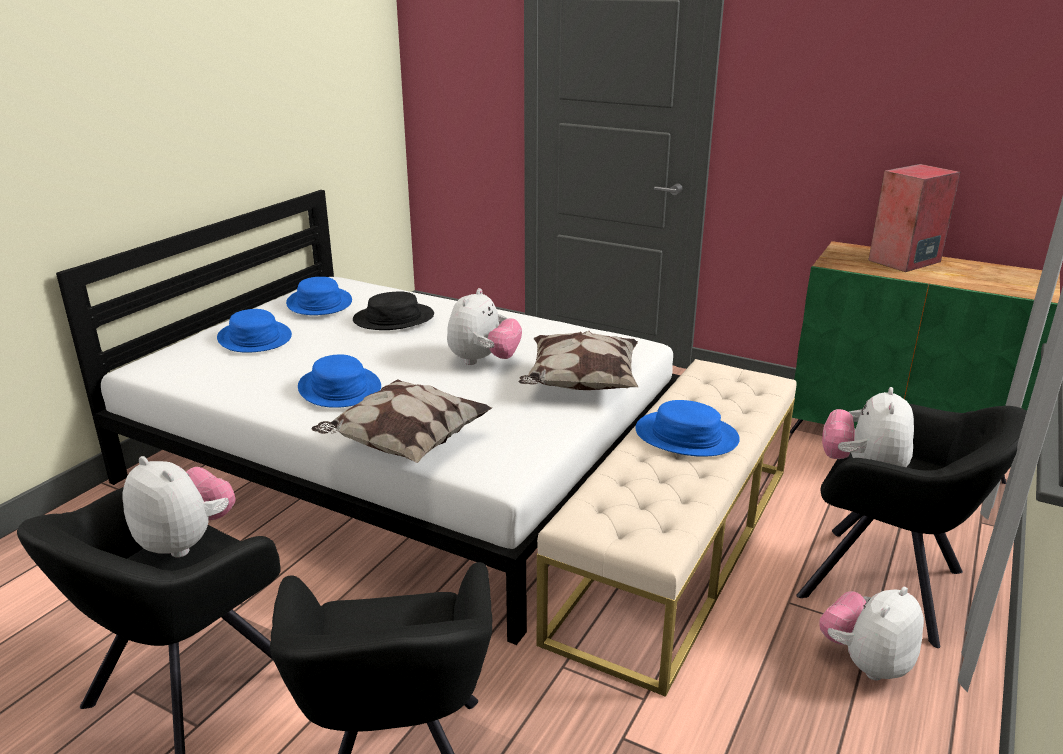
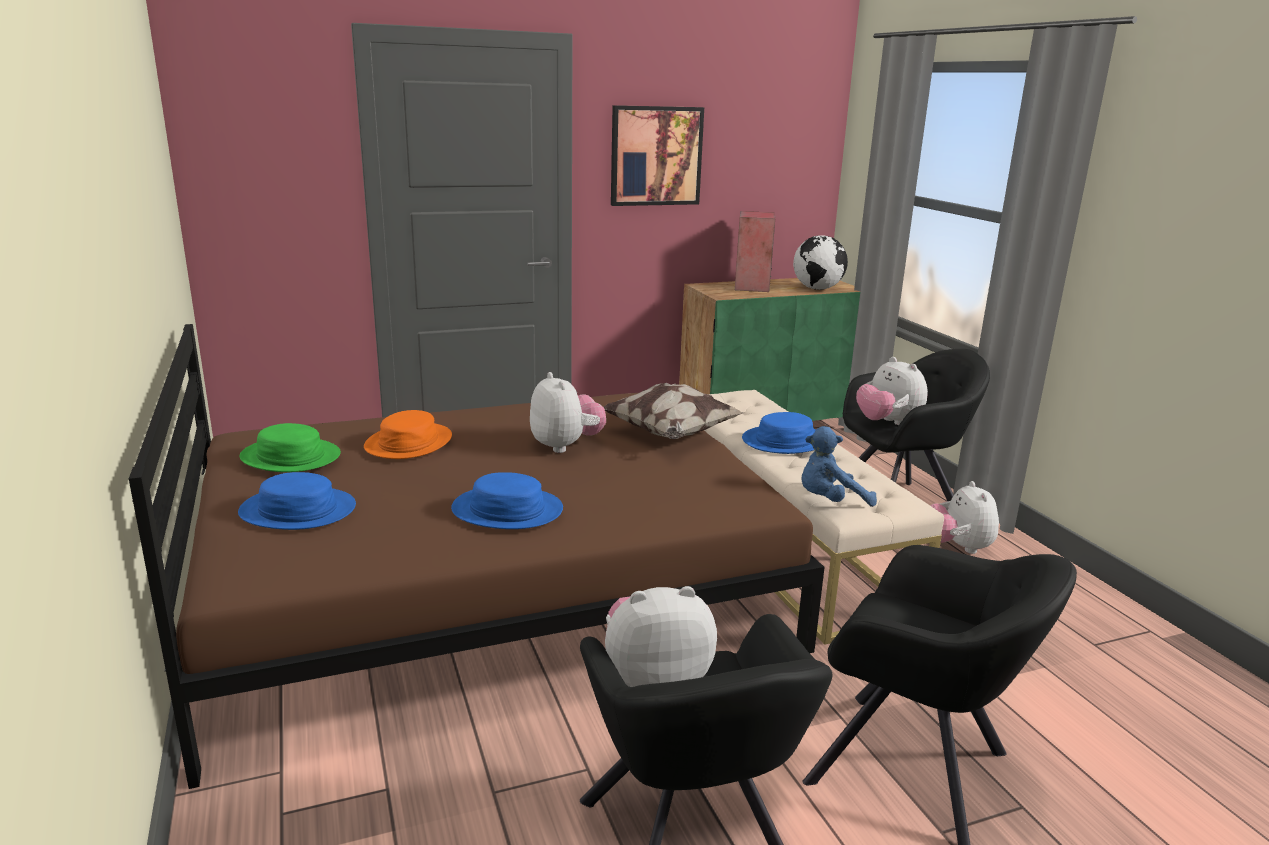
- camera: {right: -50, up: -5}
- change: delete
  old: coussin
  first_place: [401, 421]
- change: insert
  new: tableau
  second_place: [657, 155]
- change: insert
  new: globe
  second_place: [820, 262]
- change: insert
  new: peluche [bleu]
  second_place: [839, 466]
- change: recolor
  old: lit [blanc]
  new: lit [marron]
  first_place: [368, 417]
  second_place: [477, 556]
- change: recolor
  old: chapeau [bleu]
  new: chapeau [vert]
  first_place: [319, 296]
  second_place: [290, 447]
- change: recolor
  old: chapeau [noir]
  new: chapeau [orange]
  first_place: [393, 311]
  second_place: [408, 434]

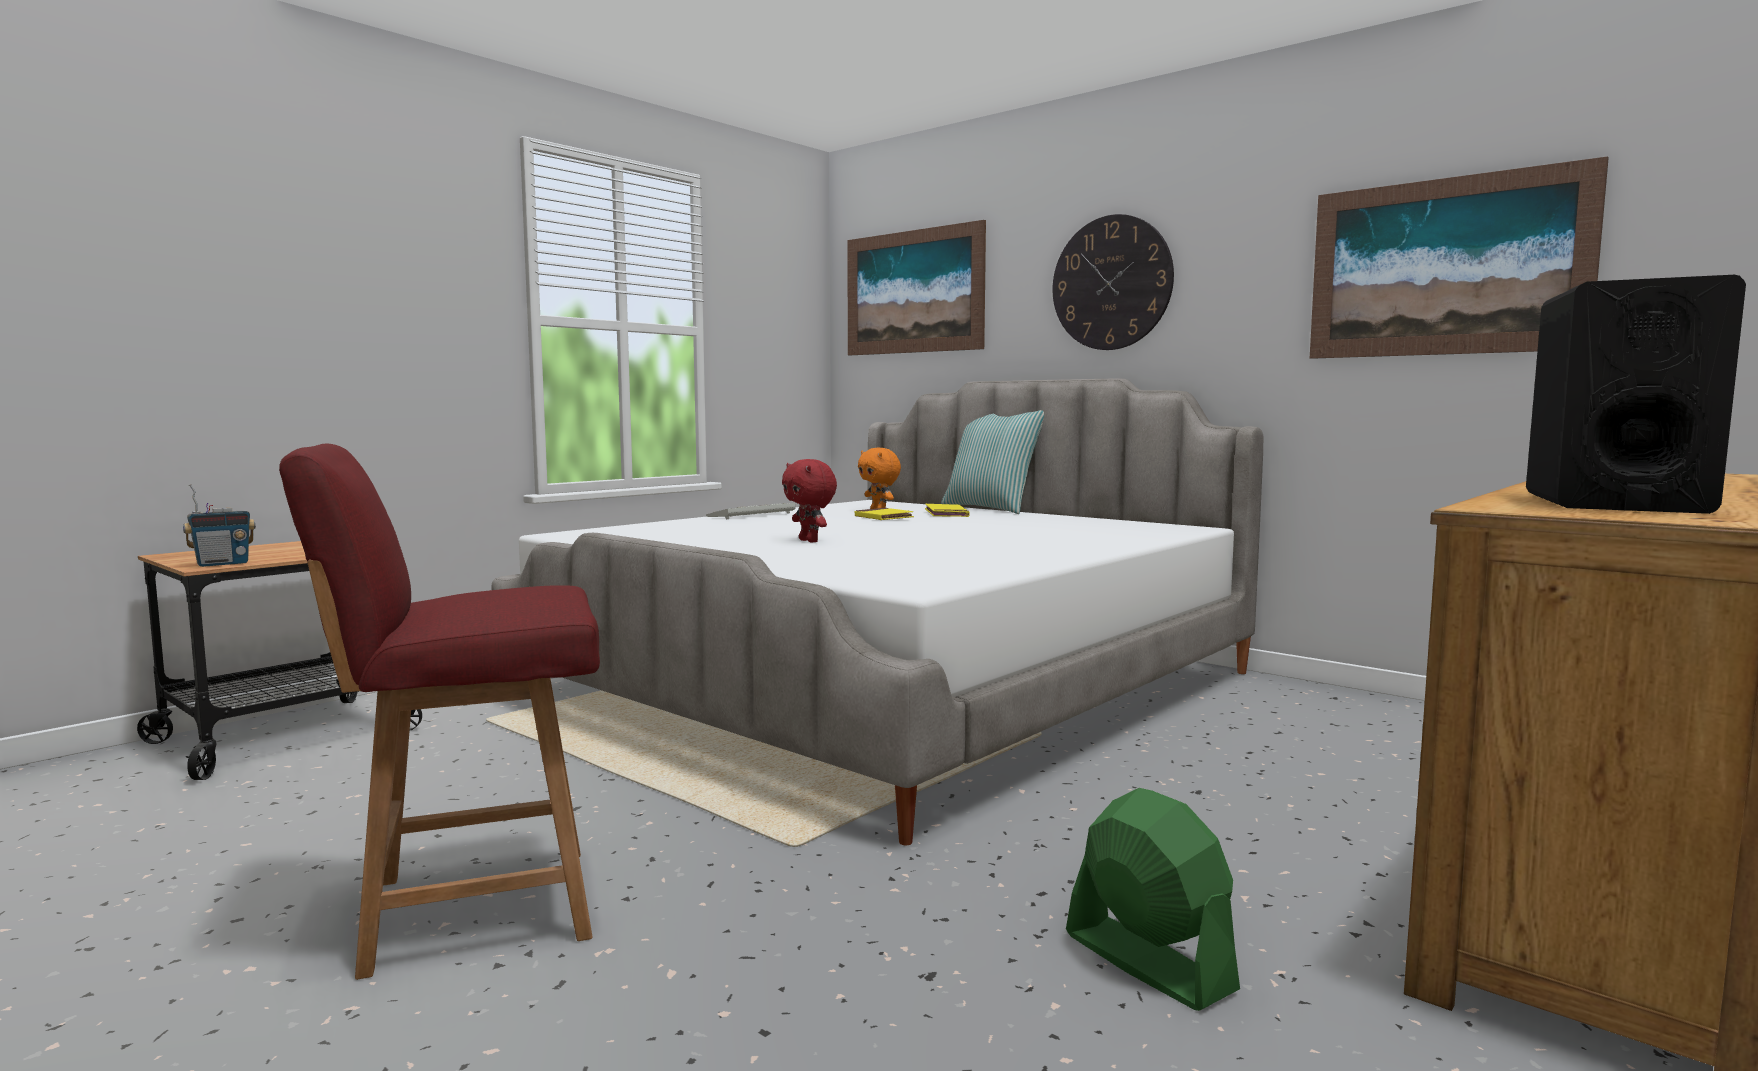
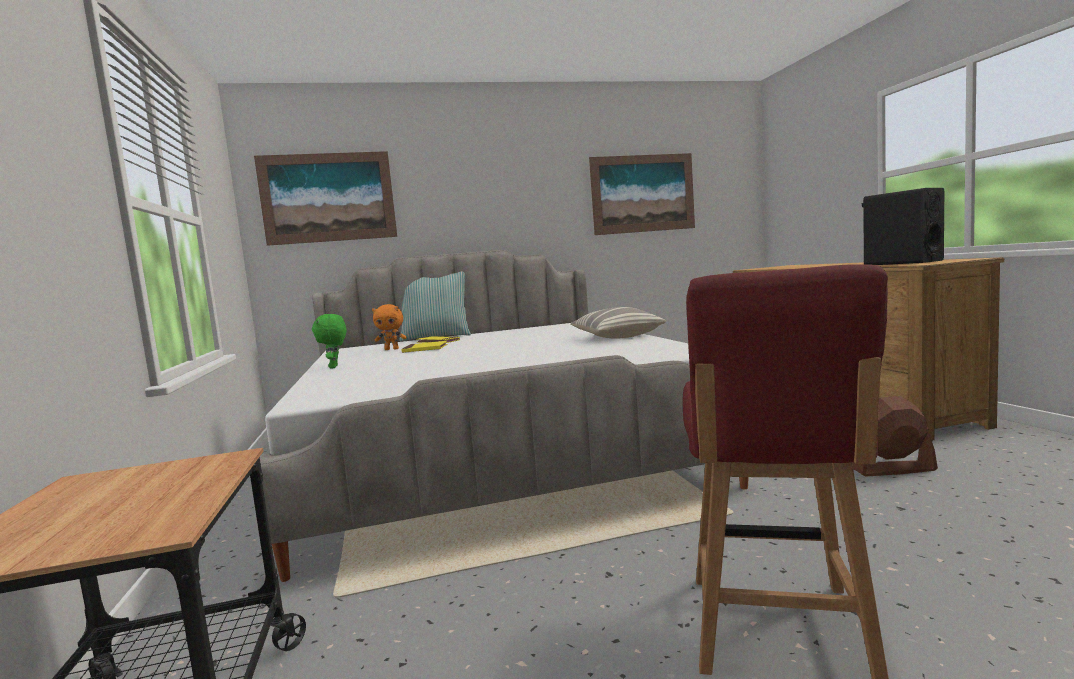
- camera: {right: -55, up: 0}
- change: delete
  old: radio
  first_place: [219, 525]
- change: delete
  old: peluche [rouge]
  first_place: [809, 500]
- change: delete
  old: horloge murale
  first_place: [1113, 282]
- change: insert
  new: coussin
  second_place: [618, 322]
- change: replace
  old: clavier
  new: peluche [vert]
  first_place: [751, 511]
  second_place: [329, 341]
- change: recolor
  old: ventilateur [vert]
  new: ventilateur [marron]
  first_place: [1153, 899]
  second_place: [895, 436]

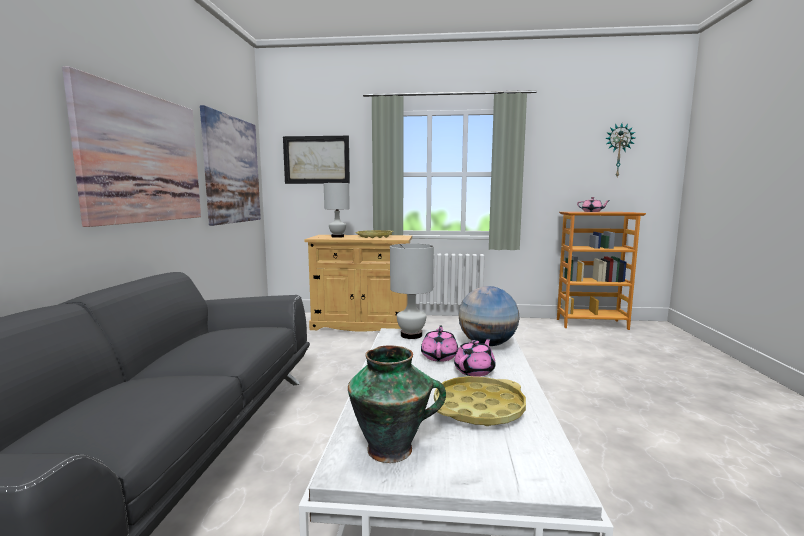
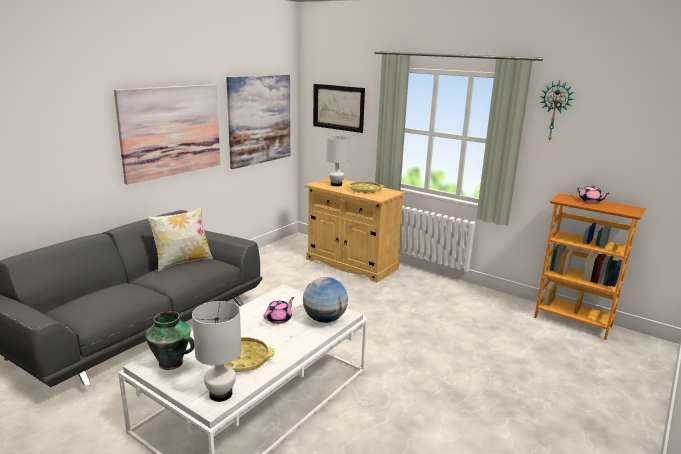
- camera: {right: 30, up: 10}
- change: delete
  old: théière [rose]
  first_place: [475, 357]
- change: insert
  new: coussin
  second_place: [180, 239]
- change: move
  old: lampe de table [blanc]
  first_place: [412, 291]
  second_place: [216, 351]
- change: move
  old: horloge murale
  first_place: [620, 150]
  second_place: [556, 111]

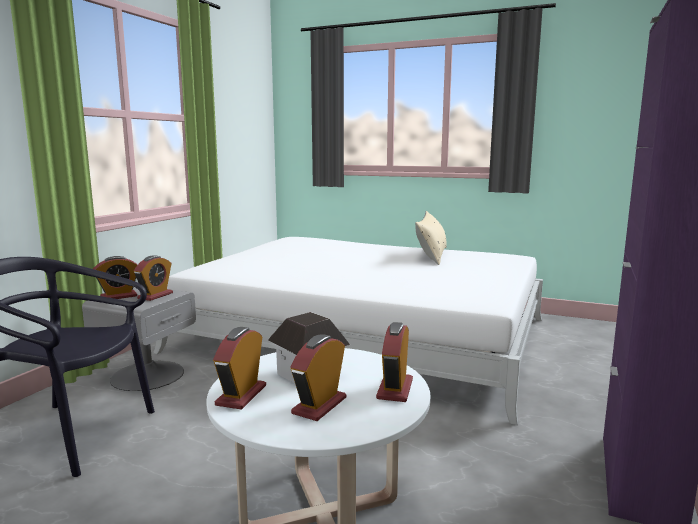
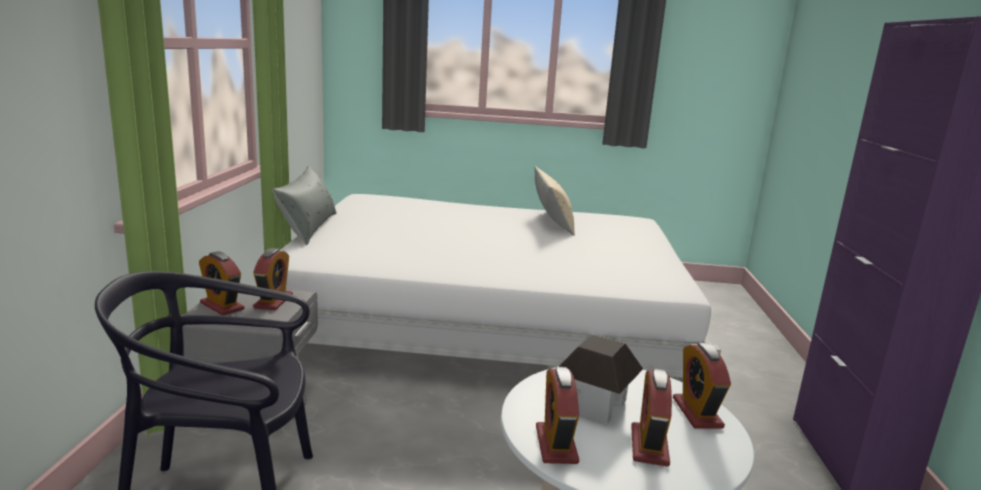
- camera: {right: -20, up: 5}
- change: insert
  new: coussin [gris]
  second_place: [304, 205]
- change: rotate
  old: réveil
  first_place: [115, 277]
  second_place: [222, 284]
  degrees: 90

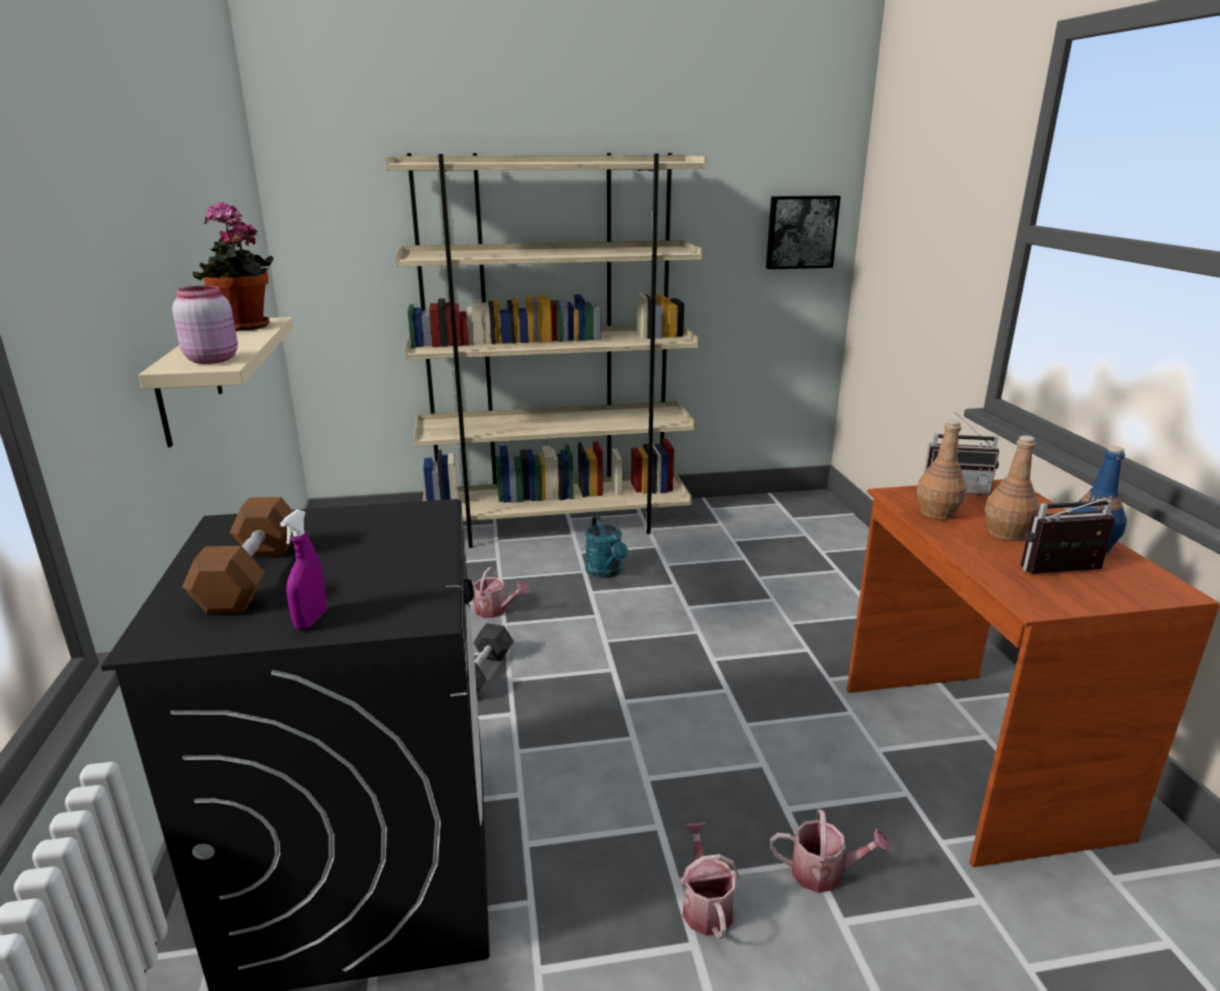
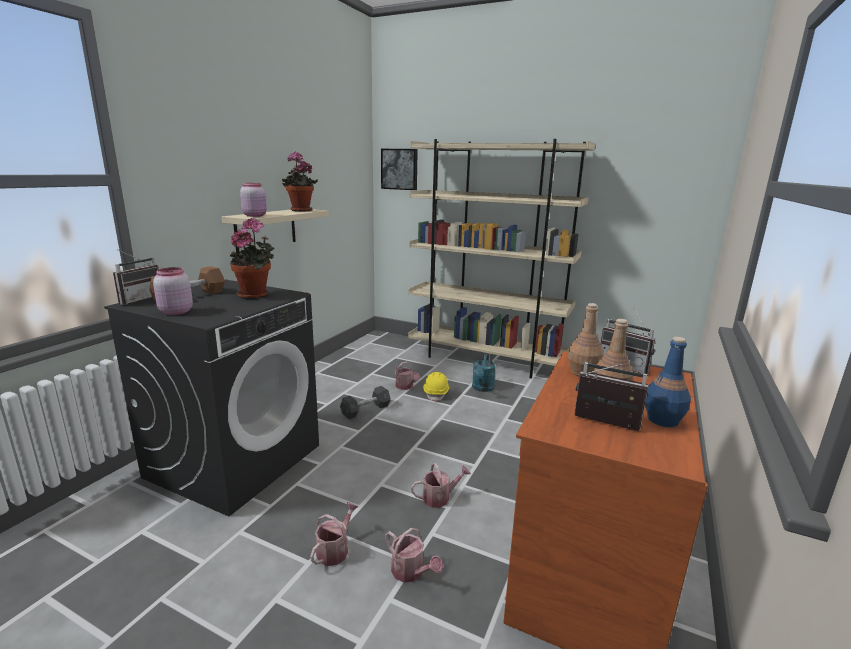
- camera: {right: 35, up: -5}
- change: insert
  new: radio
  second_place: [136, 277]
- change: insert
  new: plante en pot
  second_place: [252, 258]
- change: insert
  new: arrosoir
  second_place: [440, 485]
- change: insert
  new: casque de chantier [jaune]
  second_place: [436, 387]
- change: move
  old: tableau
  first_place: [803, 232]
  second_place: [399, 169]
- change: replace
  old: vaporisateur [violet]
  new: bocal [rose]
  first_place: [303, 570]
  second_place: [173, 291]

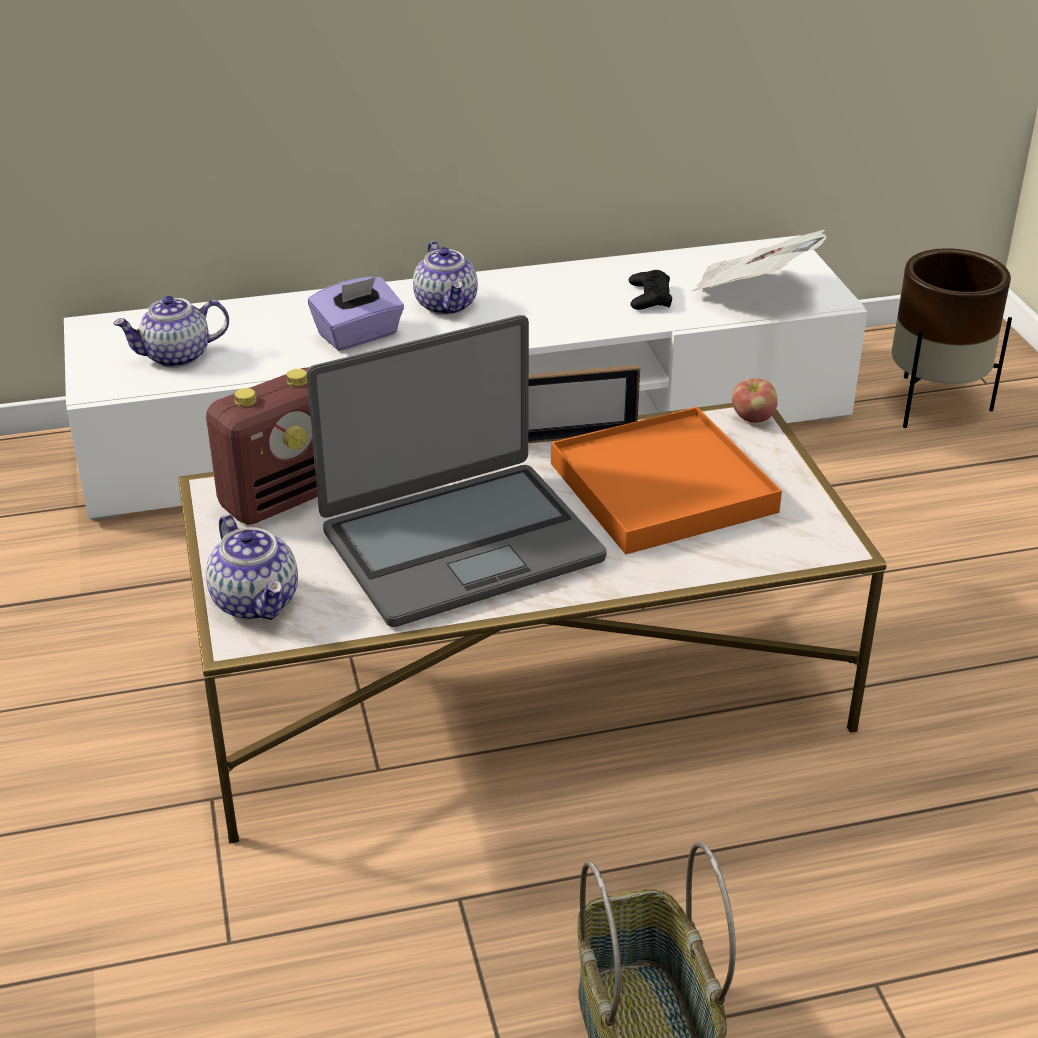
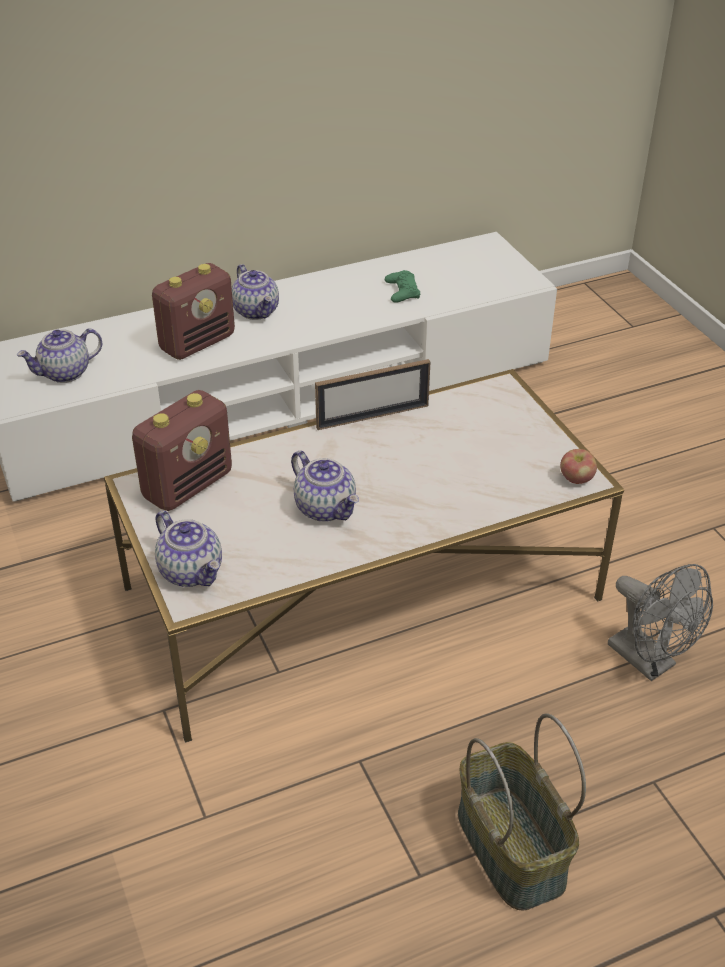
- camera: {right: -10, up: 5}
- change: delete
  old: plateau [orange]
  first_place: [666, 481]
- change: delete
  old: journal
  first_place: [759, 260]
- change: delete
  old: cache-pot [marron]
  first_place: [952, 338]
- change: insert
  new: ventilateur [gris]
  second_place: [660, 622]
- change: move
  old: pomme
  first_place: [755, 400]
  second_place: [578, 466]
- change: replace
  old: ordinateur portable
  new: théière
  first_place: [457, 471]
  second_place: [325, 486]
- change: replace
  old: boîte à mouchoirs [violet]
  new: radio
  first_place: [356, 314]
  second_place: [193, 311]
- change: recolor
  old: manette [noir]
  new: manette [vert]
  first_place: [650, 290]
  second_place: [402, 286]

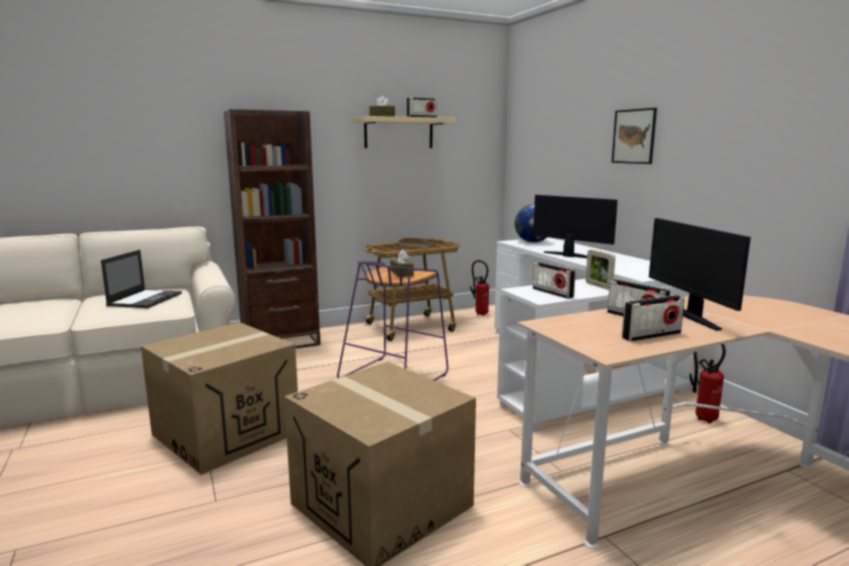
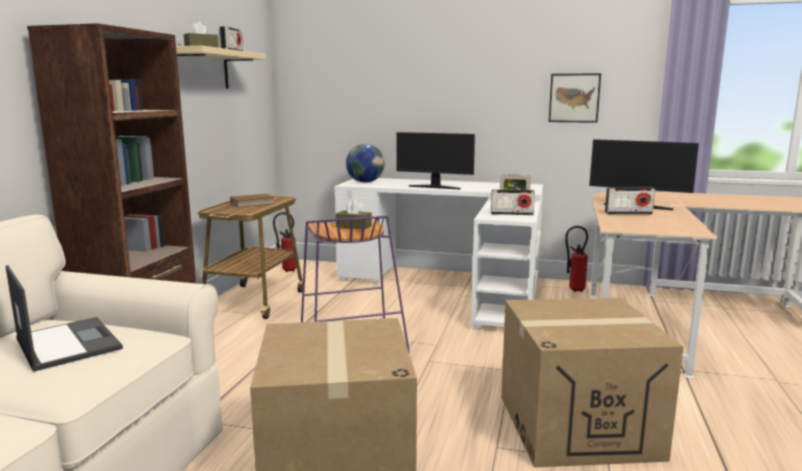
- camera: {right: -50, up: 0}
- change: delete
  old: radio
  first_place: [653, 318]
- change: move
  old: tableau
  first_place: [634, 136]
  second_place: [575, 98]
- change: rotate
  old: écran d'ordinateur
  first_place: [575, 226]
  second_place: [435, 160]
  degrees: -150

